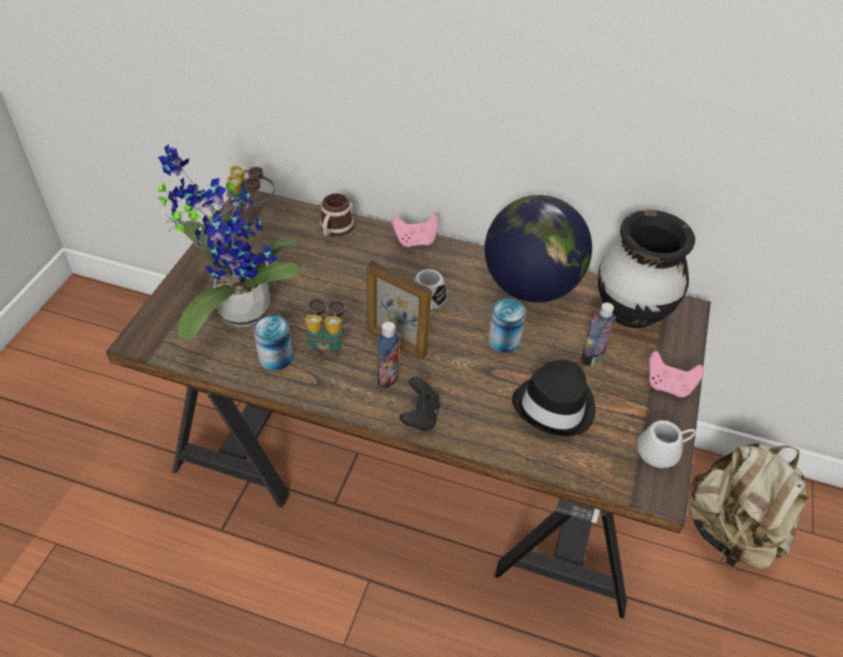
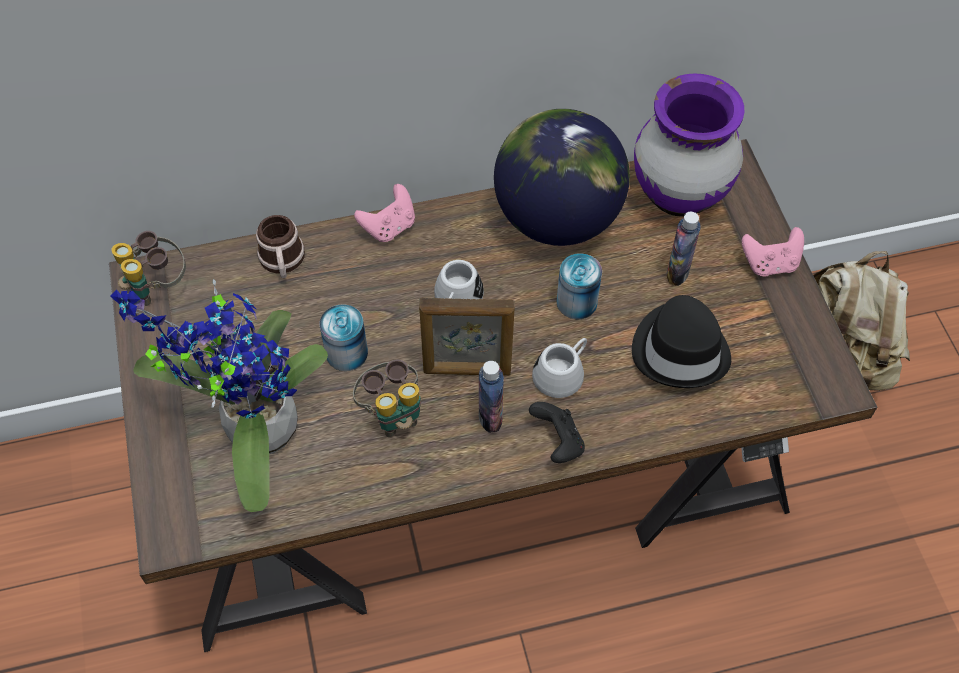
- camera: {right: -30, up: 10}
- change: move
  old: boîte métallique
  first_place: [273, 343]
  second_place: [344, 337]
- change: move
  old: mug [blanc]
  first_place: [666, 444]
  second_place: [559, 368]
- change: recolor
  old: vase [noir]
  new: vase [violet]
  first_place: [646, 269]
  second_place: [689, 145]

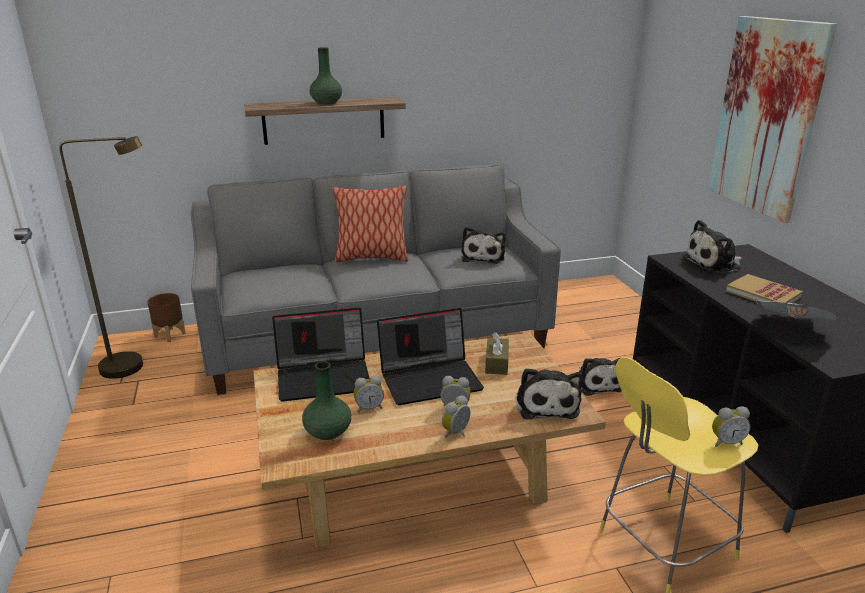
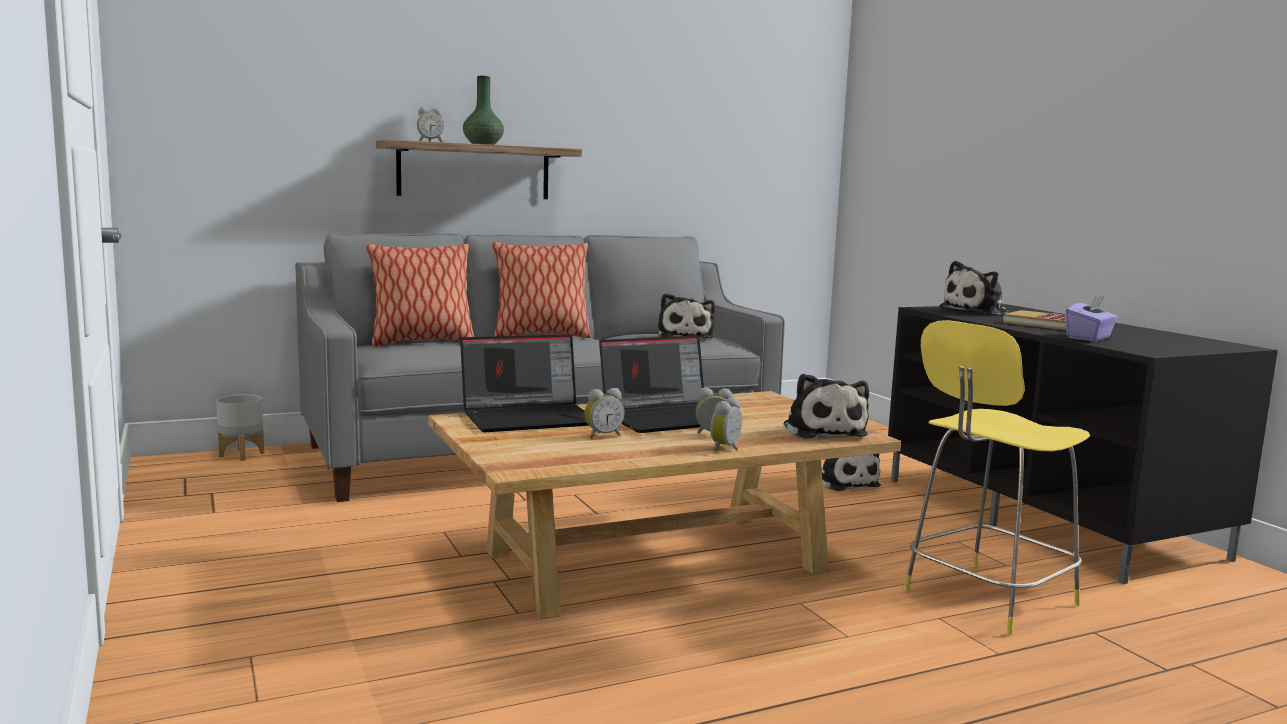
- camera: {right: -10, up: -15}
- change: delete
  old: lampadaire [marron]
  first_place: [101, 257]
- change: delete
  old: vase [vert]
  first_place: [327, 400]
- change: delete
  old: boîte à mouchoirs [marron]
  first_place: [497, 353]
- change: delete
  old: tableau
  first_place: [772, 119]
- change: insert
  new: coussin
  second_place: [420, 295]
- change: move
  old: réveil
  first_place: [731, 426]
  second_place: [430, 124]
- change: replace
  old: journal
  new: boîte à mouchoirs [violet]
  first_place: [797, 310]
  second_place: [1091, 318]
- change: recolor
  old: cache-pot [marron]
  new: cache-pot [gris]
  first_place: [166, 317]
  second_place: [240, 427]

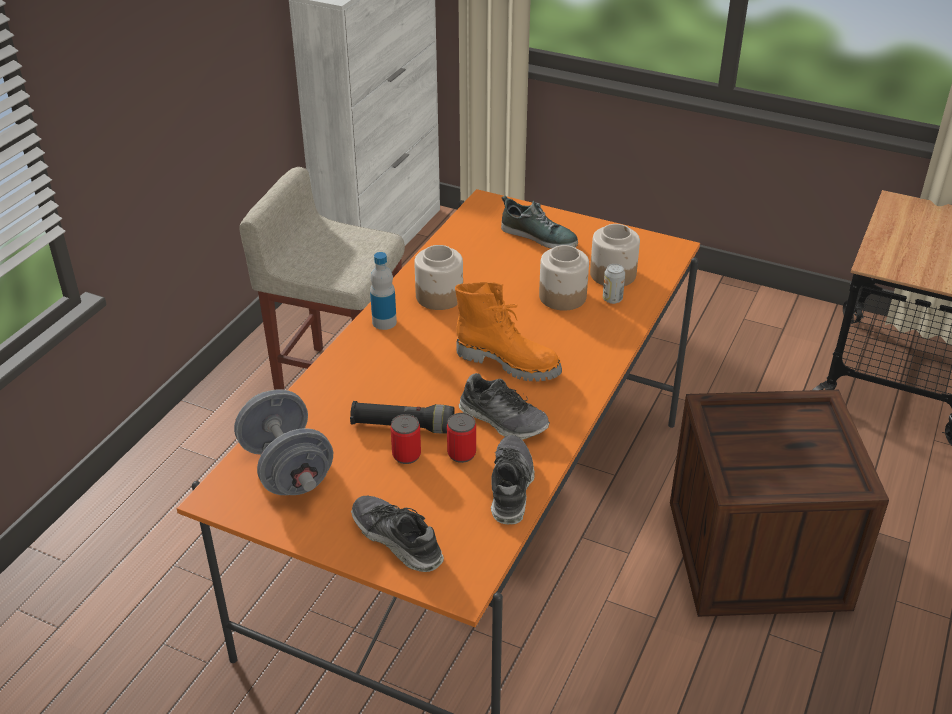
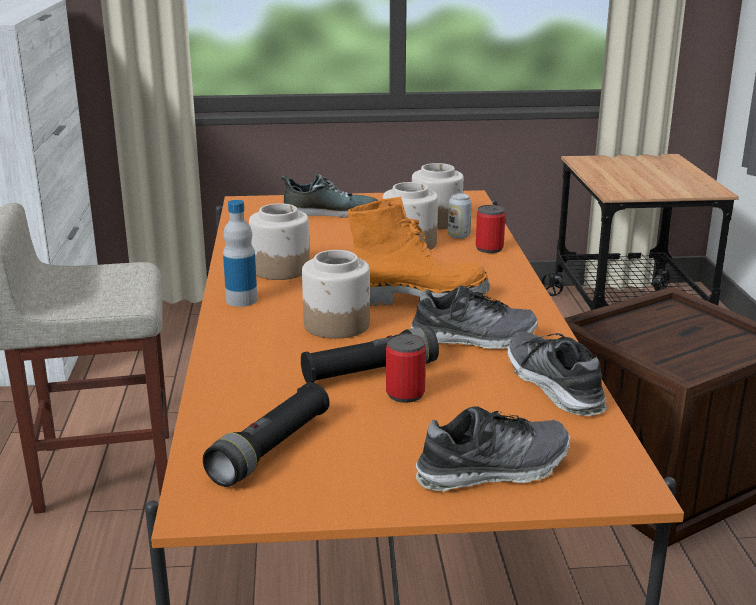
- camera: {right: -30, up: -15}
- change: insert
  new: bocal
  second_place: [336, 294]
- change: move
  old: boîte métallique
  first_place: [461, 438]
  second_place: [491, 229]
- change: replace
  old: haltère [gris]
  new: lampe de poche [noir]
  first_place: [283, 442]
  second_place: [266, 434]
- change: rotate
  old: chaussure
  first_place: [397, 534]
  second_place: [493, 449]
  degrees: 150

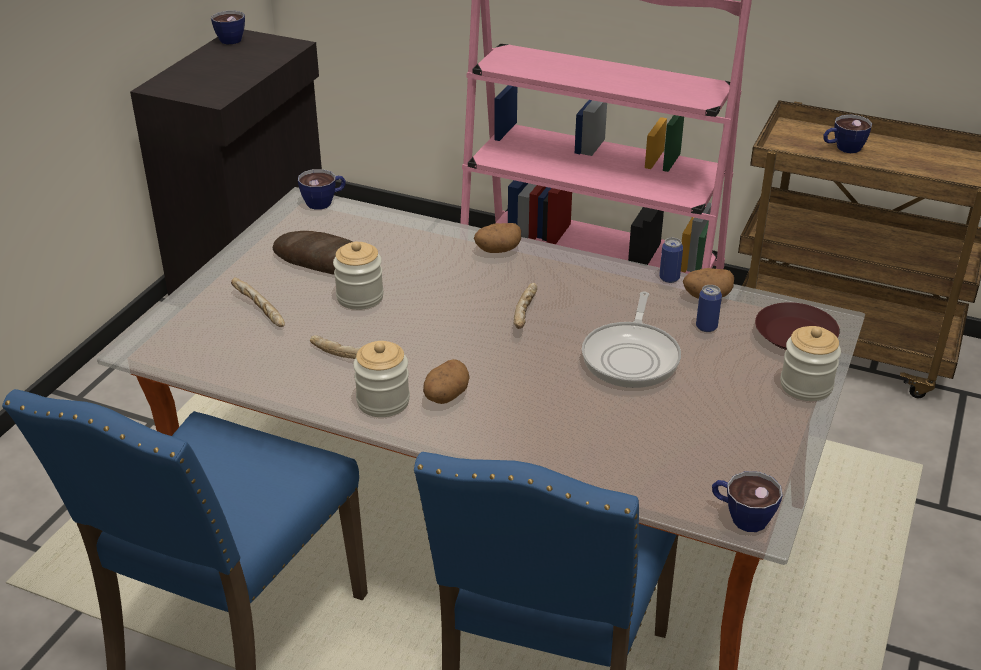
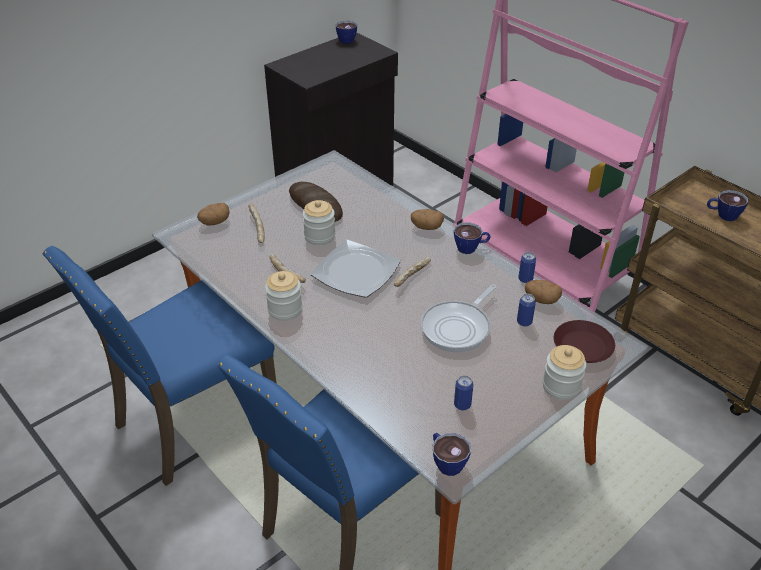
- camera: {right: 25, up: 5}
- change: insert
  new: assiette
  second_place: [355, 269]
- change: insert
  new: boîte métallique
  second_place: [463, 392]
- change: move
  old: tasse
  first_place: [322, 189]
  second_place: [472, 238]
- change: move
  old: pomme de terre
  first_place: [446, 381]
  second_place: [213, 214]

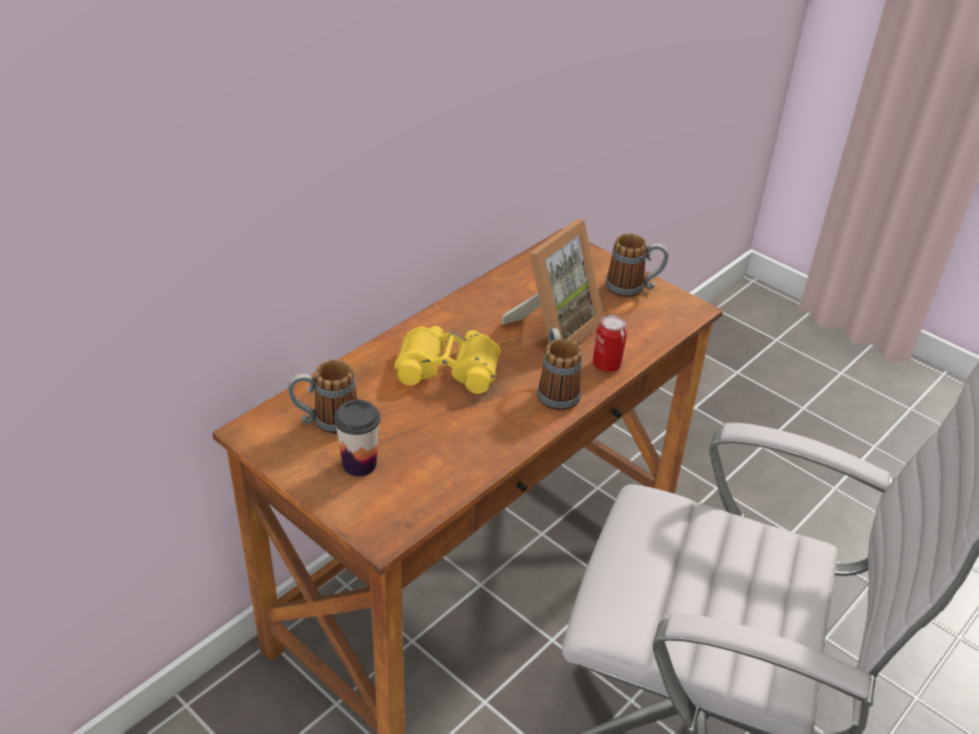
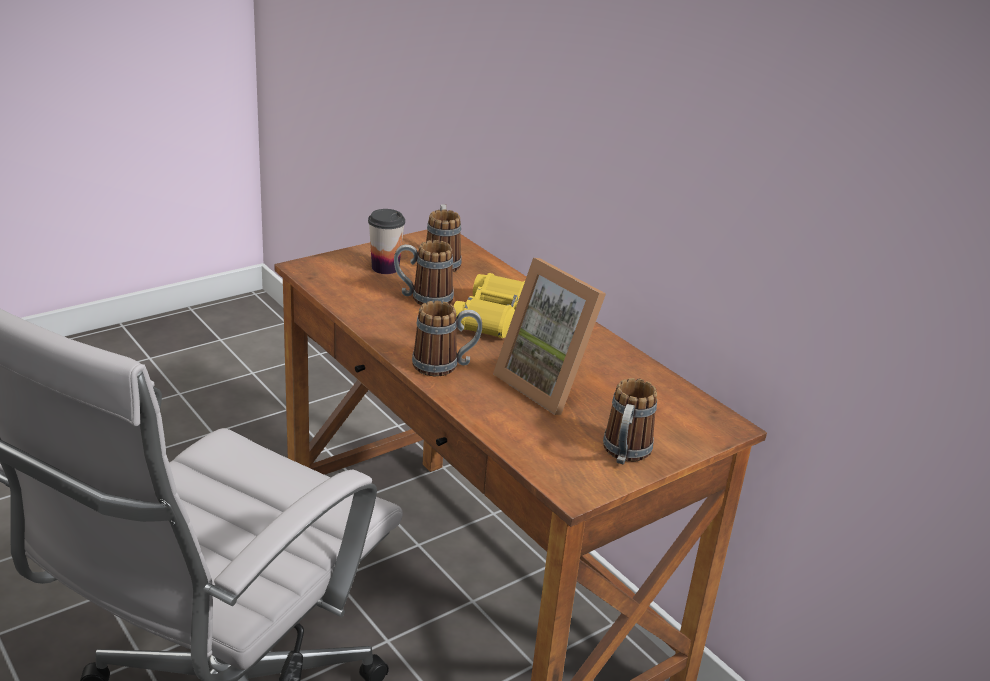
- camera: {right: 100, up: -10}
- change: delete
  old: boîte métallique
  first_place: [610, 343]
- change: insert
  new: mug
  second_place: [424, 272]

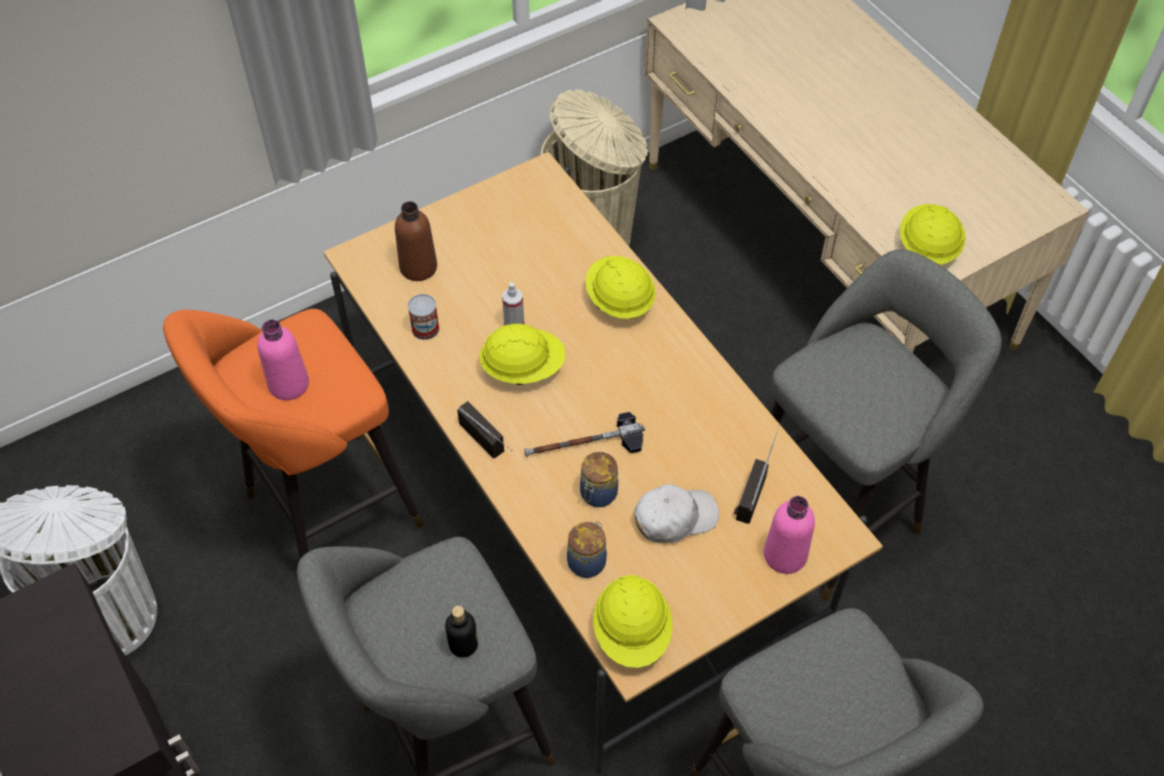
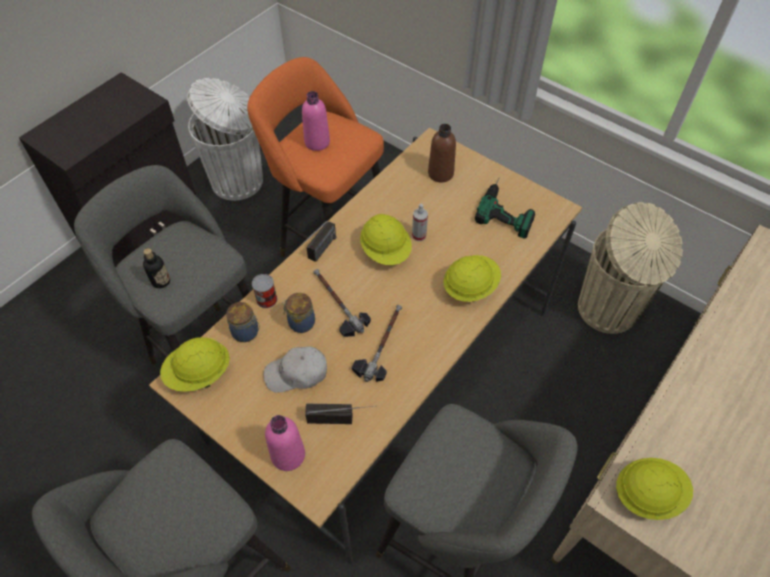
- camera: {right: 70, up: 0}
- change: insert
  new: marteau
  second_place: [377, 343]
- change: insert
  new: perceuse
  second_place: [505, 207]
- change: move
  old: boîte métallique
  first_place: [423, 317]
  second_place: [264, 291]
- change: rotate
  old: casquette [blanc]
  first_place: [676, 513]
  second_place: [295, 369]
  degrees: 120

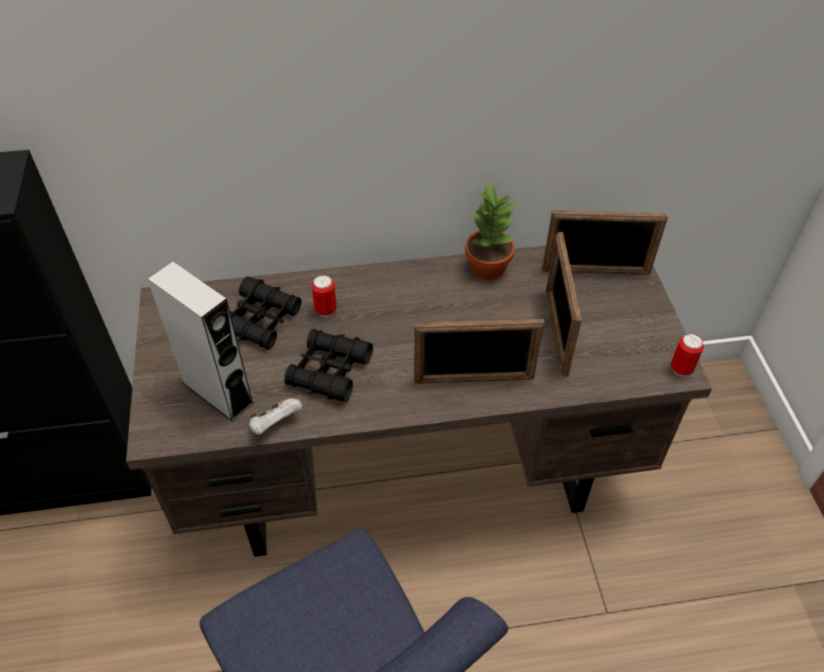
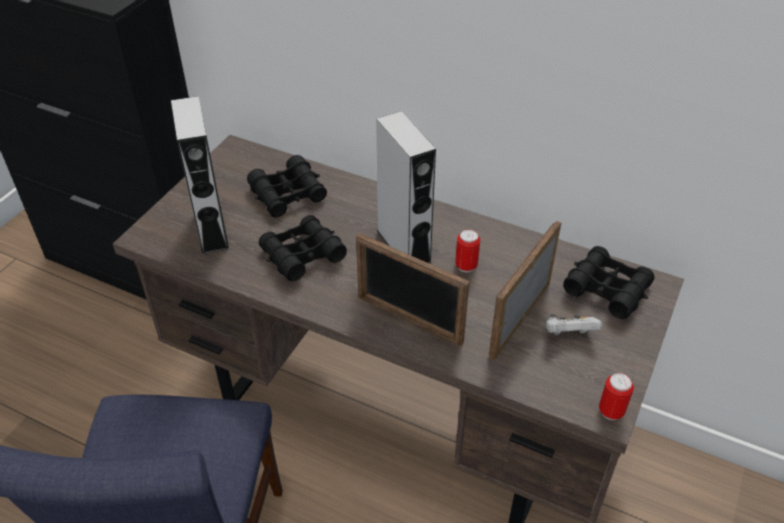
- camera: {right: 35, up: -5}
- change: delete
  old: plante en pot
  first_place: [491, 231]
- change: insert
  new: enceinte [gris]
  second_place: [406, 187]
- change: move
  old: manette [blanc]
  first_place: [276, 416]
  second_place: [574, 325]
- change: move
  old: boîte métallique
  first_place: [324, 296]
  second_place: [467, 250]
- change: replace
  old: cadre photo
  new: jumelles [noir]
  first_place: [605, 242]
  second_place: [609, 282]

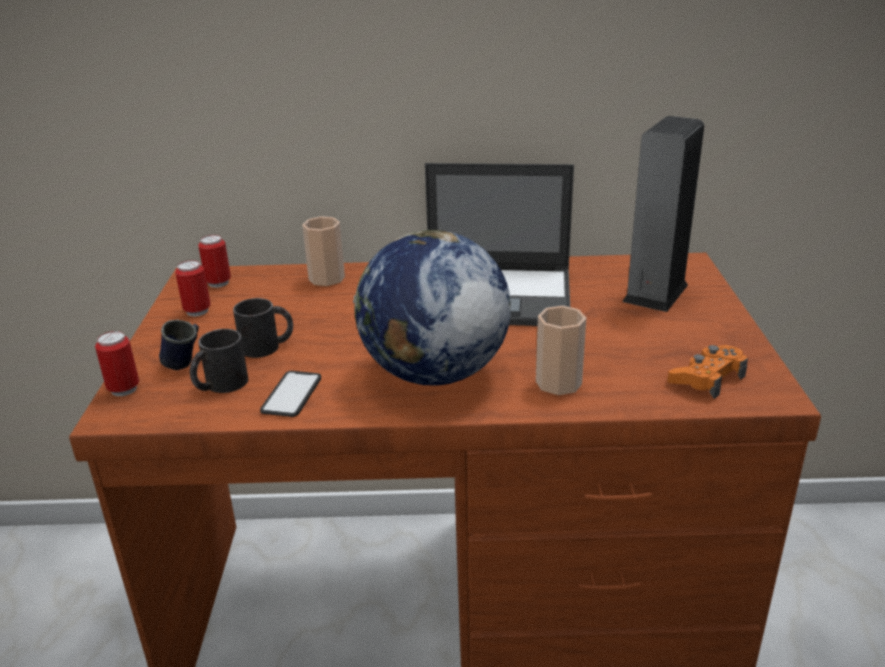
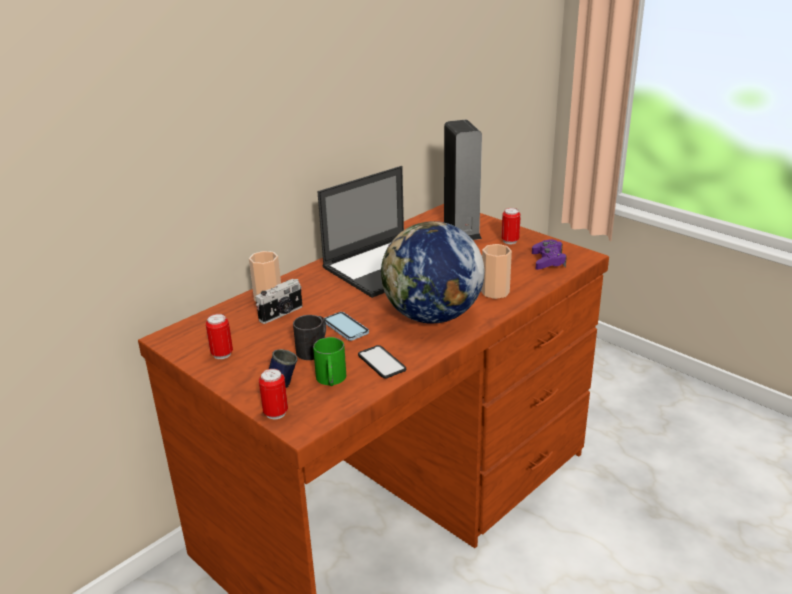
- camera: {right: -45, up: 0}
- change: insert
  new: appareil photo
  second_place: [279, 301]
- change: insert
  new: téléphone
  second_place: [346, 326]
- change: move
  old: boîte métallique
  first_place: [214, 261]
  second_place: [510, 226]
- change: recolor
  old: mug [noir]
  new: mug [vert]
  first_place: [219, 361]
  second_place: [329, 361]
- change: recolor
  old: manette [orange]
  new: manette [violet]
  first_place: [707, 372]
  second_place: [549, 255]

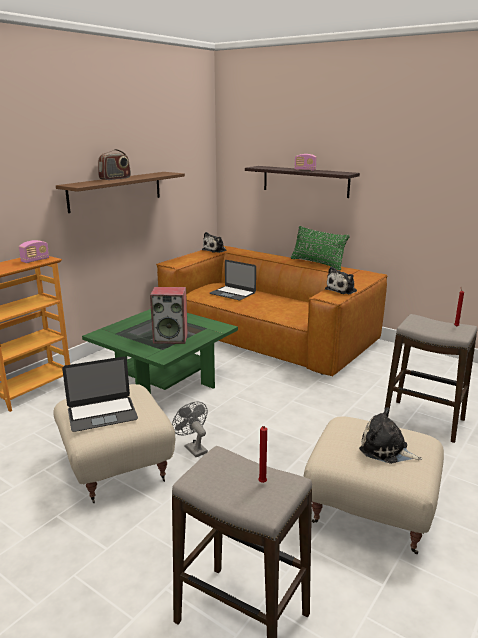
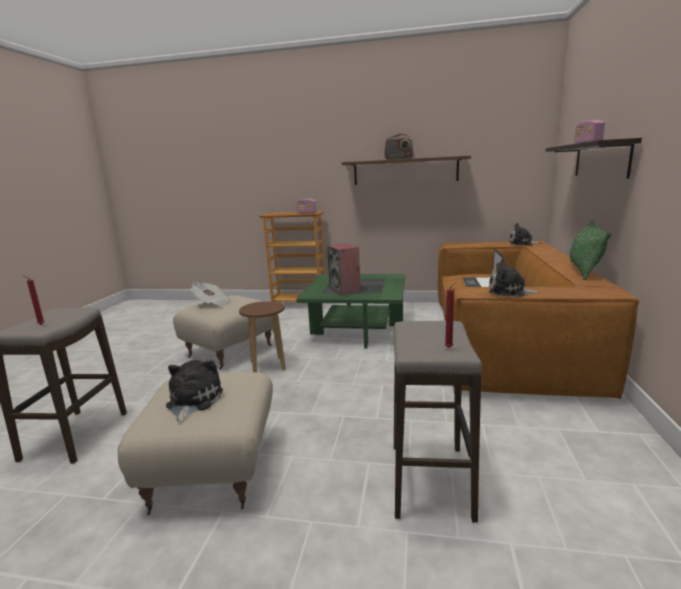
- camera: {right: 65, up: -5}
- change: replace
  old: ordinateur portable
  new: journal
  first_place: [100, 394]
  second_place: [211, 294]
- change: replace
  old: ventilateur [gris]
  new: tabouret [marron]
  first_place: [190, 429]
  second_place: [262, 336]

